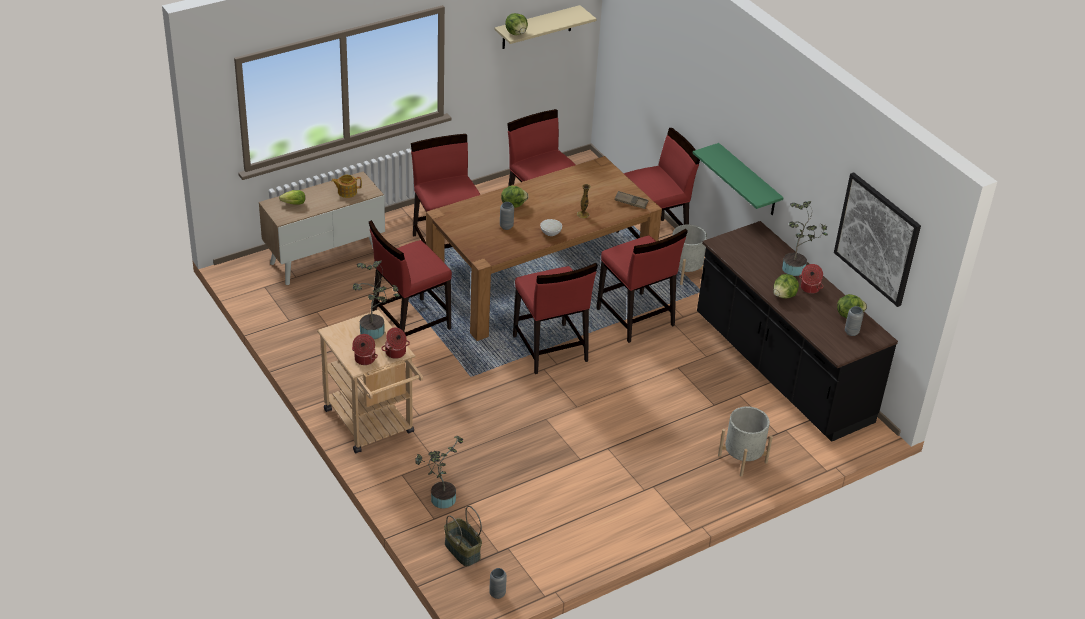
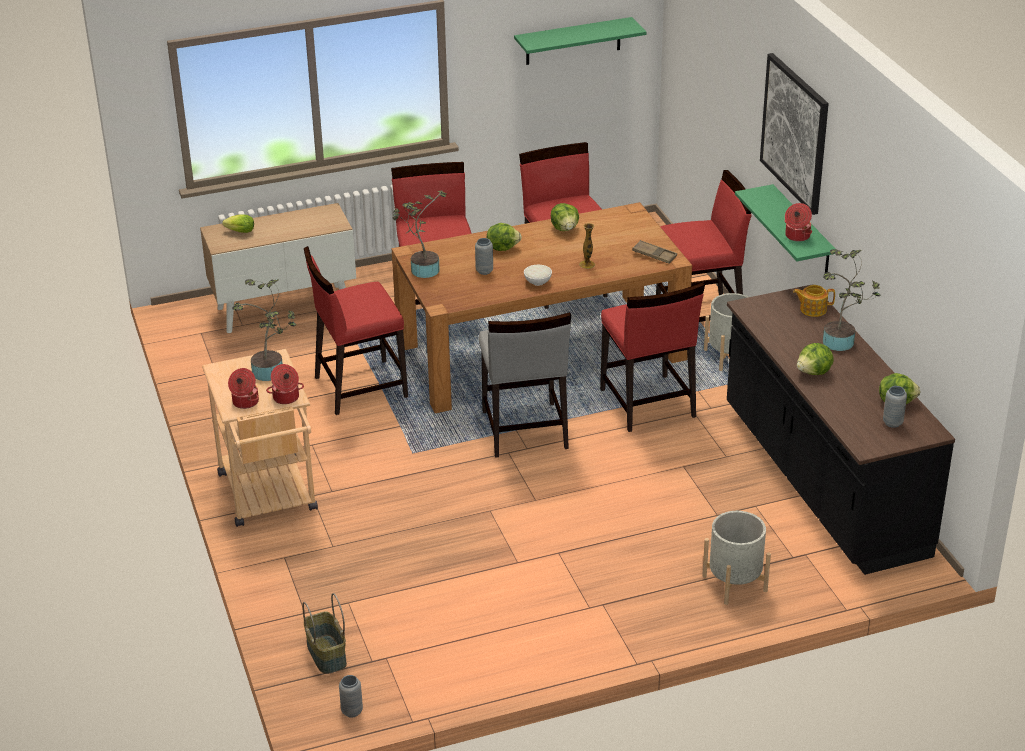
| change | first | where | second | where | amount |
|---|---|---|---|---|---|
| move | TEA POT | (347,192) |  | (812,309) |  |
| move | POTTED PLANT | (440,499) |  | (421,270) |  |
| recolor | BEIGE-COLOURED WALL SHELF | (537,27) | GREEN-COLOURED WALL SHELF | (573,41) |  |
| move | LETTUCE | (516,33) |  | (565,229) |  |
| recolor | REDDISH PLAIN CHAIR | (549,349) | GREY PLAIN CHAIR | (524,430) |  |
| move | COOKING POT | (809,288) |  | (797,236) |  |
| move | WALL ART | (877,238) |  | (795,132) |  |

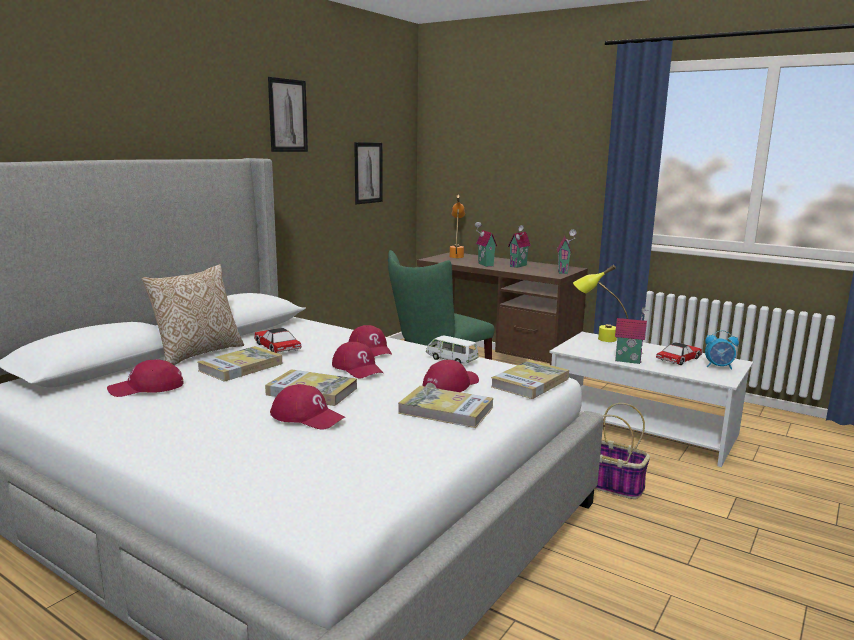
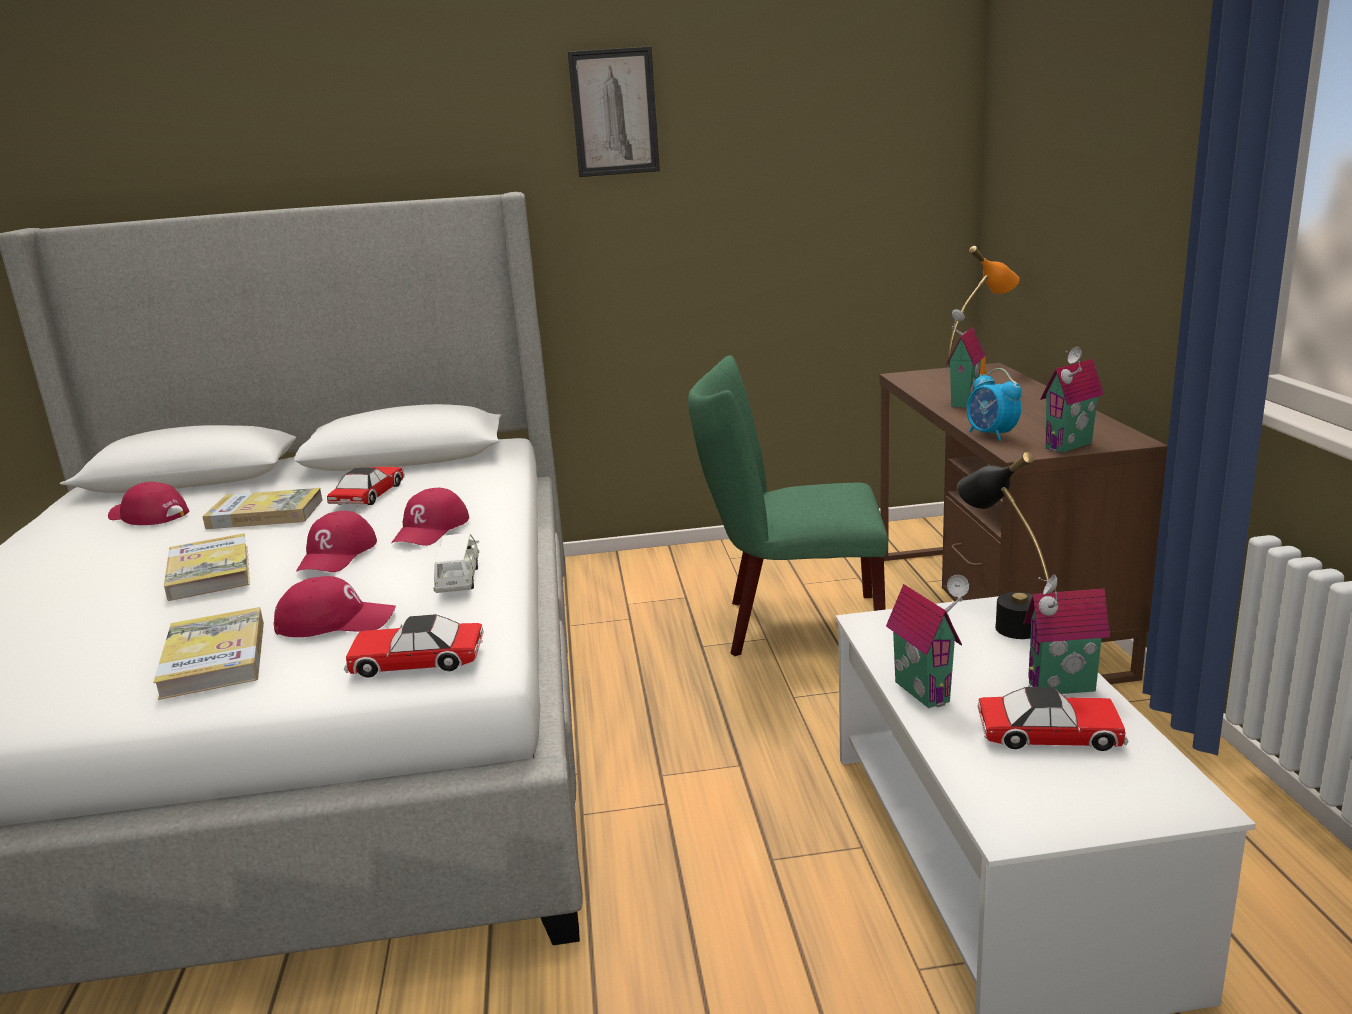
| change | first | where | second | where | amount |
|---|---|---|---|---|---|
| delete | PILLOW | (197,353) |  |  |  |
| delete | REDDISH PEAKED CAP | (308,416) |  |  |  |
| delete | WALL ART | (368,173) |  |  |  |
| replace | BOUND BOOK | (530,383) | MINIATURE CAR | (416,661) |  |
| move | TOY HOUSE | (519,266) |  | (1062,689) |  |
| recolor | YELLOW LAMP FOR A TABLE | (598,338) | BLACKISH LAMP FOR A TABLE | (1004,620) |  |
| delete | STORAGE BASKET | (610,485) |  |  |  |
| move | BEDSIDE CLOCK | (719,367) |  | (991,435) |  |

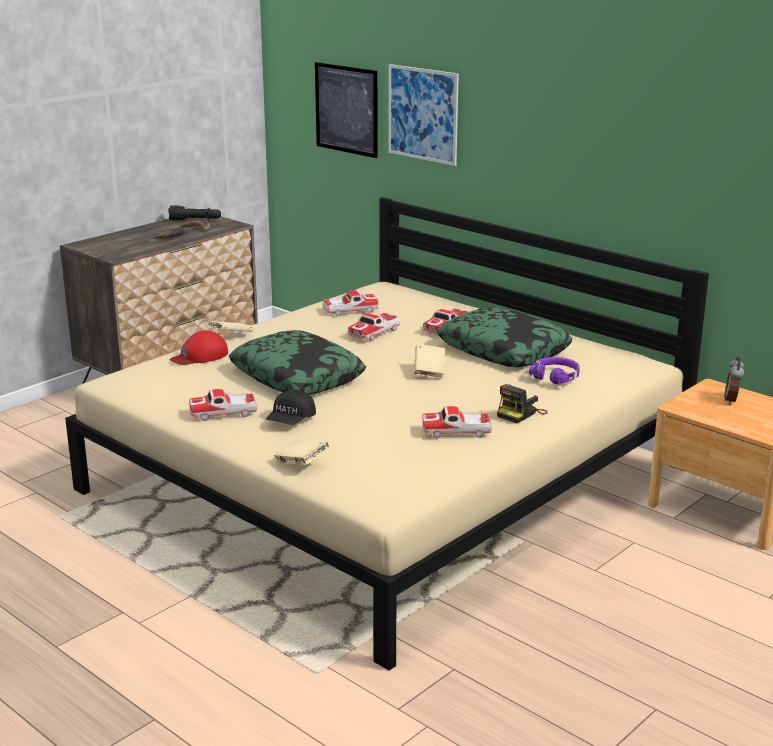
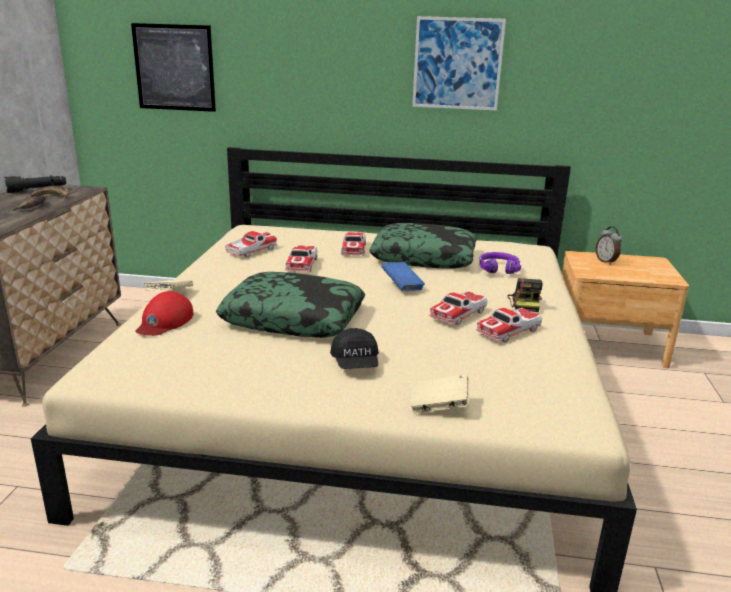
| change | first | where | second | where | amount |
|---|---|---|---|---|---|
| move | MINIATURE CAR | (224,413) |  | (458,314) |  |
| move | WALL ART | (423,114) |  | (457,64) |  |
| recolor | BEIGE-COLOURED BOUND BOOK | (429,371) | BLUISH BOUND BOOK | (402,286) |  |

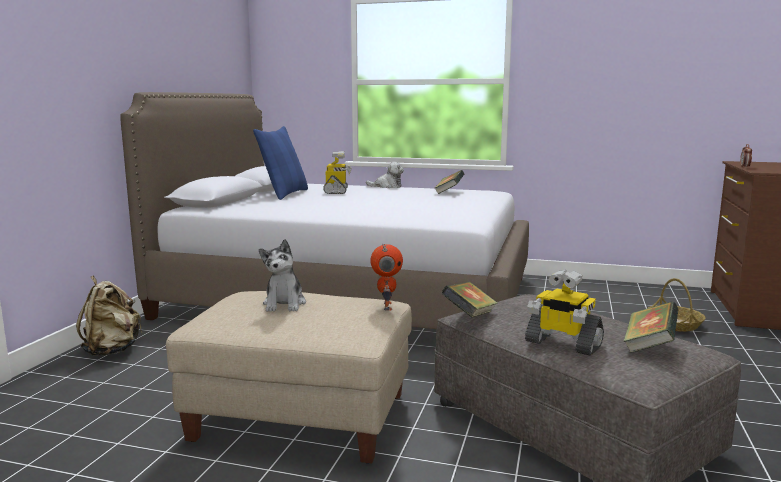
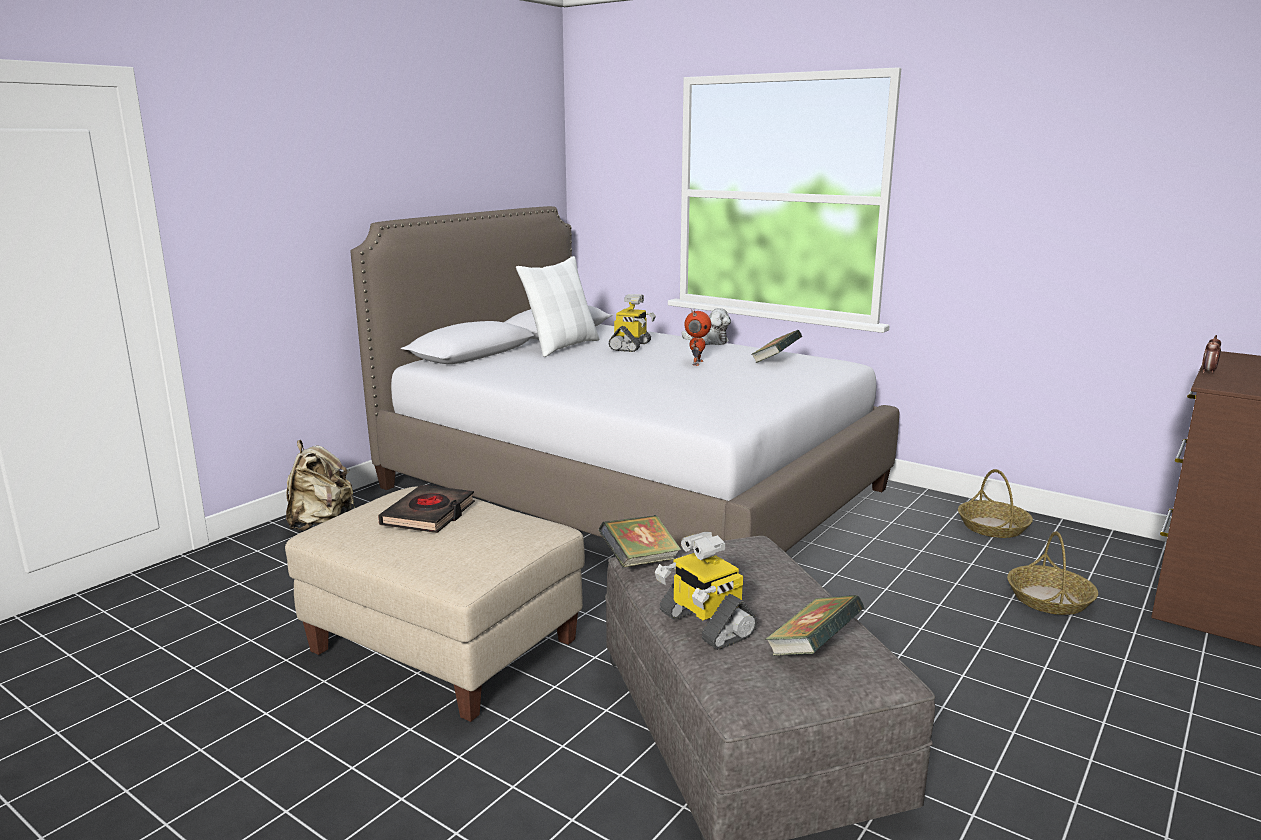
| change | first | where | second | where | amount |
|---|---|---|---|---|---|
| recolor | BLUISH PILLOW | (284,194) | WHITE-COLOURED PILLOW | (562,346) |  |
| replace | SOFT TOY | (284,304) | BLACKISH BOUND BOOK | (429,515) |  |
| move | ROBOT FIGURE | (386,306) |  | (696,363) |  |
| insert |  |  | STORAGE BASKET | (993,527) |  |

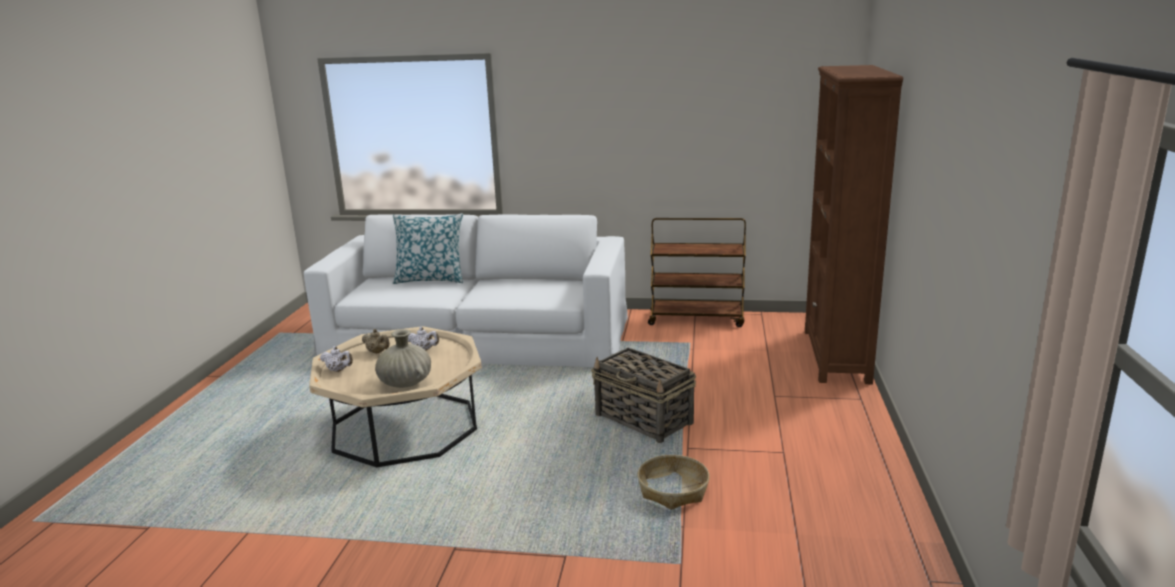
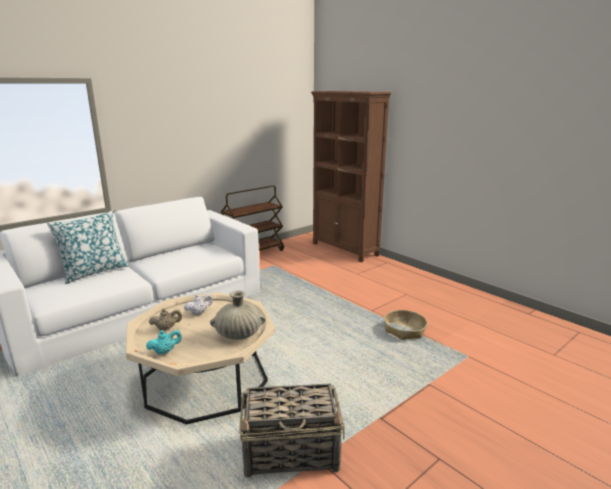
| change | first | where | second | where | amount |
|---|---|---|---|---|---|
| recolor | WHITE-COLOURED TEA POT | (338,370) | TURQUOISE-COLOURED TEA POT | (165,351) |  |
| move | STORAGE BASKET | (644,419) |  | (292,452) |  |

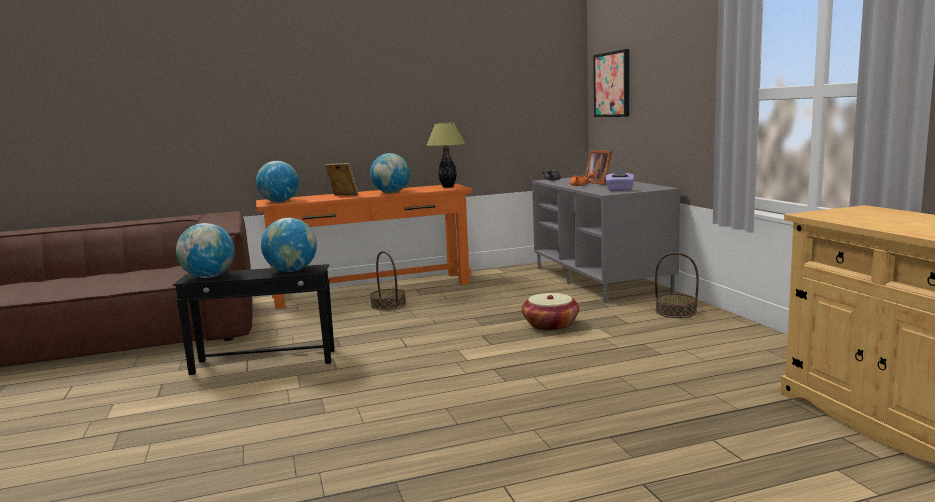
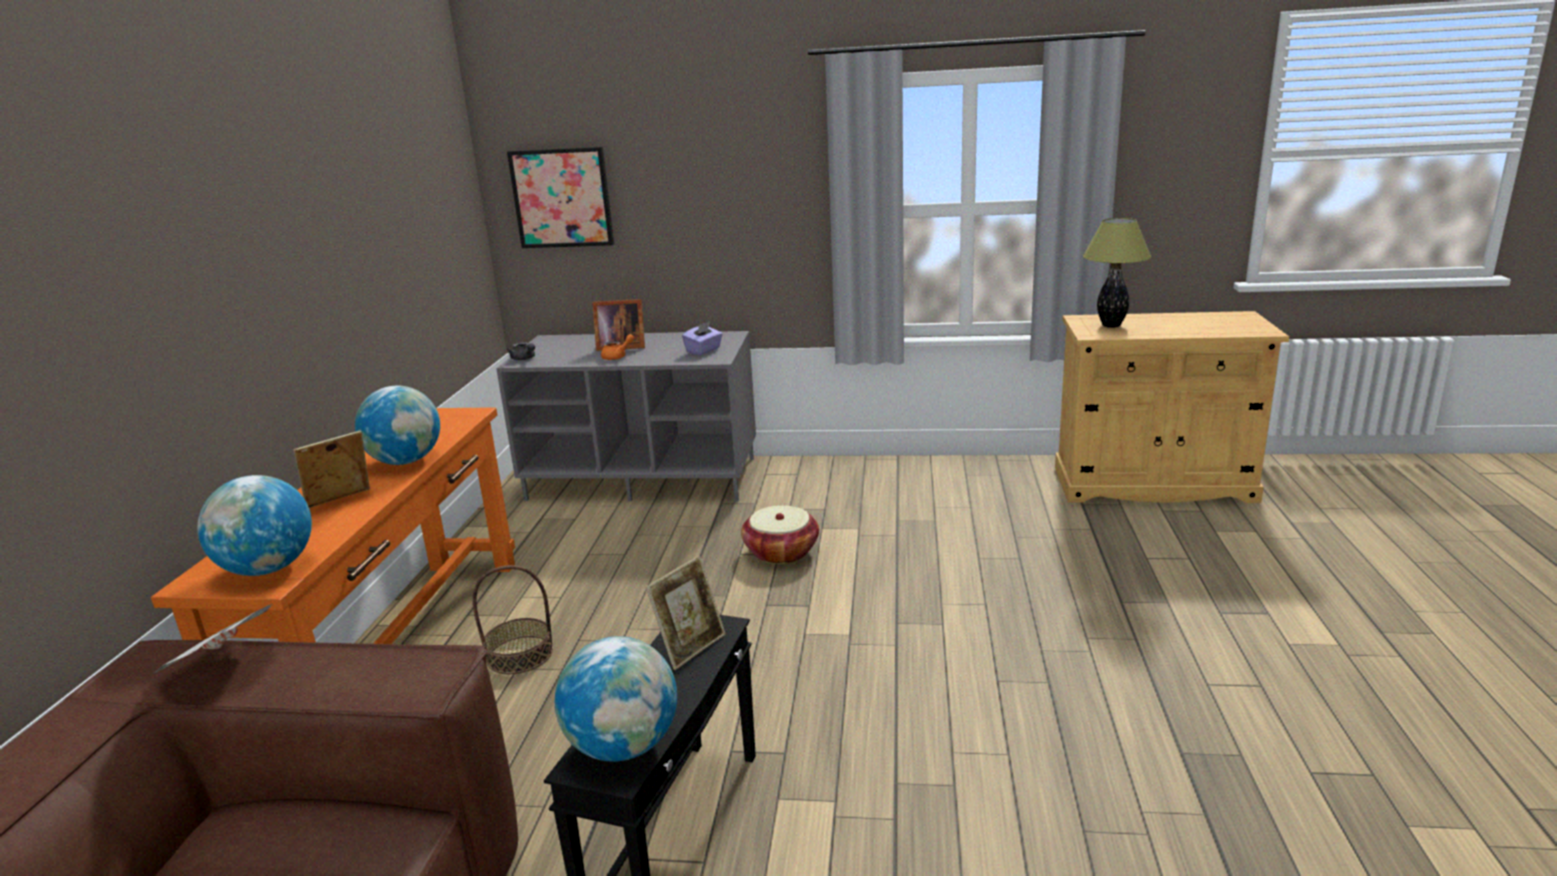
| change | first | where | second | where | amount |
|---|---|---|---|---|---|
| replace | DESK GLOBE | (292,271) | PICTURE FRAME | (690,647) |  |
| move | LAMP FOR A TABLE | (448,187) |  | (1111,325) |  |
| delete | STORAGE BASKET | (675,312) |  |  |  |
| insert |  |  | DAILY PAPER | (221,665) |  |

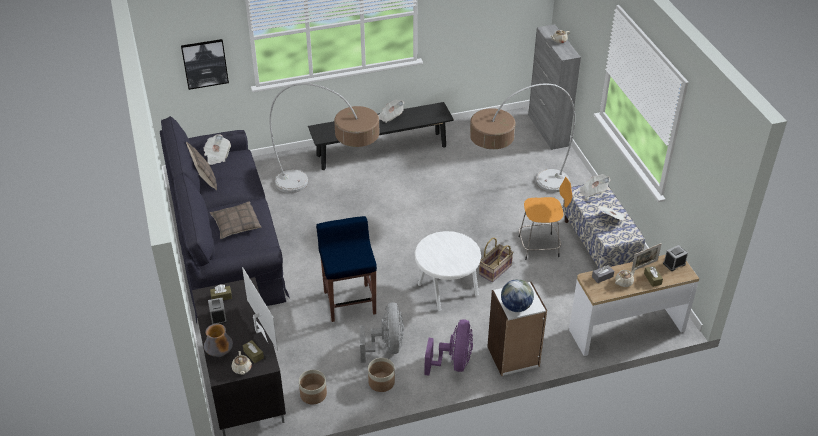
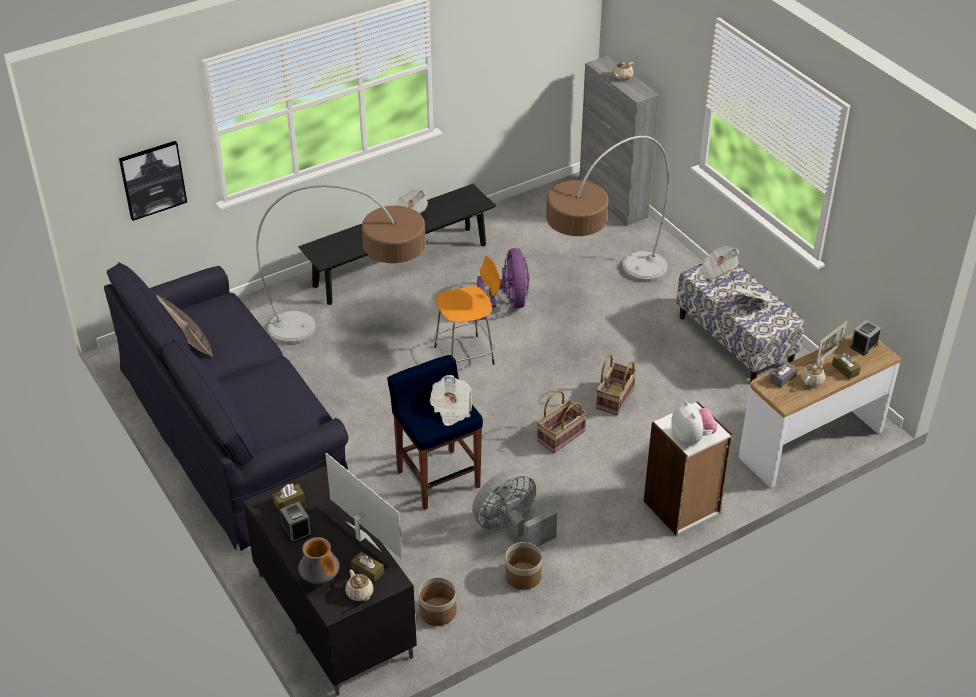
| change | first | where | second | where | amount |
|---|---|---|---|---|---|
| move | DAILY PAPER | (217,156) |  | (451,409) |  |
| delete | PILLOW | (236,224) |  |  |  |
| rotate | GREY COOLING FAN | (386,346) |  | (511,528) | 105 degrees counterclockwise |
| replace | WHITE-COLOURED ACCENT TABLE | (446,290) | STORAGE BASKET | (561,436) |  |
| move | PURPLE-COLOURED COOLING FAN | (453,363) |  | (508,303) |  |
| replace | DESK GLOBE | (516,307) | SOFT TOY | (691,438) |  |
| move | ORANGE STOOL SEAT | (540,246) |  | (466,355) |  |

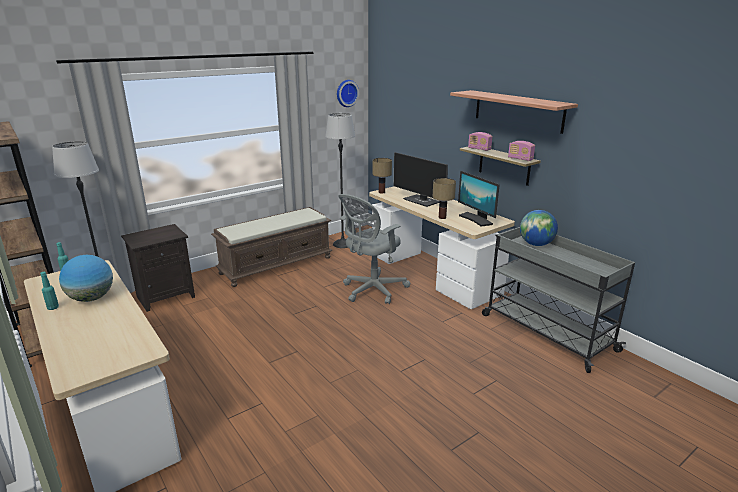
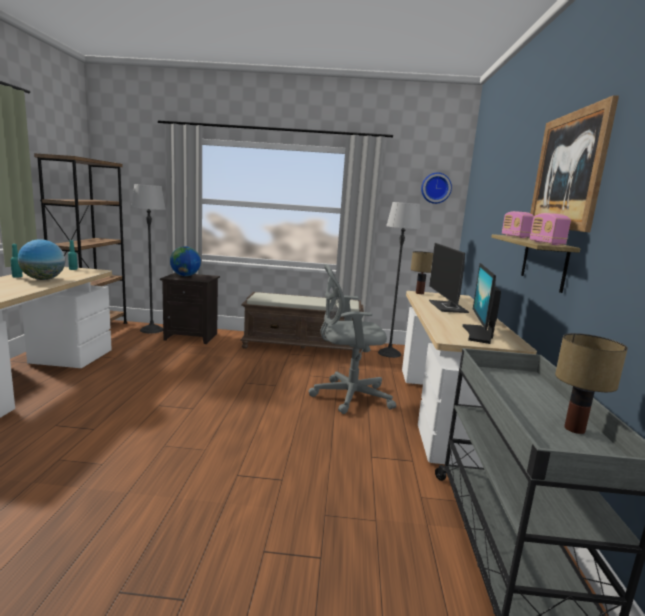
| change | first | where | second | where | amount |
|---|---|---|---|---|---|
| move | LAMP FOR A TABLE | (441,217) |  | (573,428) |  |
| replace | WALL SHELF | (518,111) | WALL ART | (568,171) |  |
| move | DESK GLOBE | (536,244) |  | (185,276) |  |

